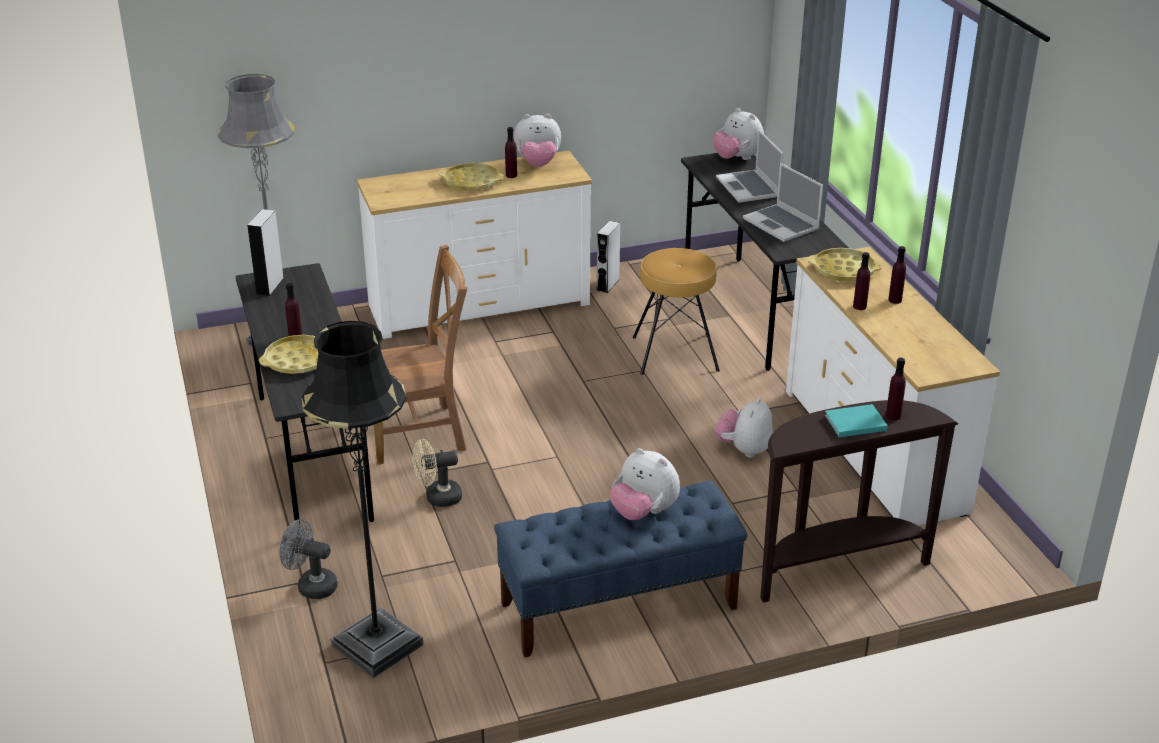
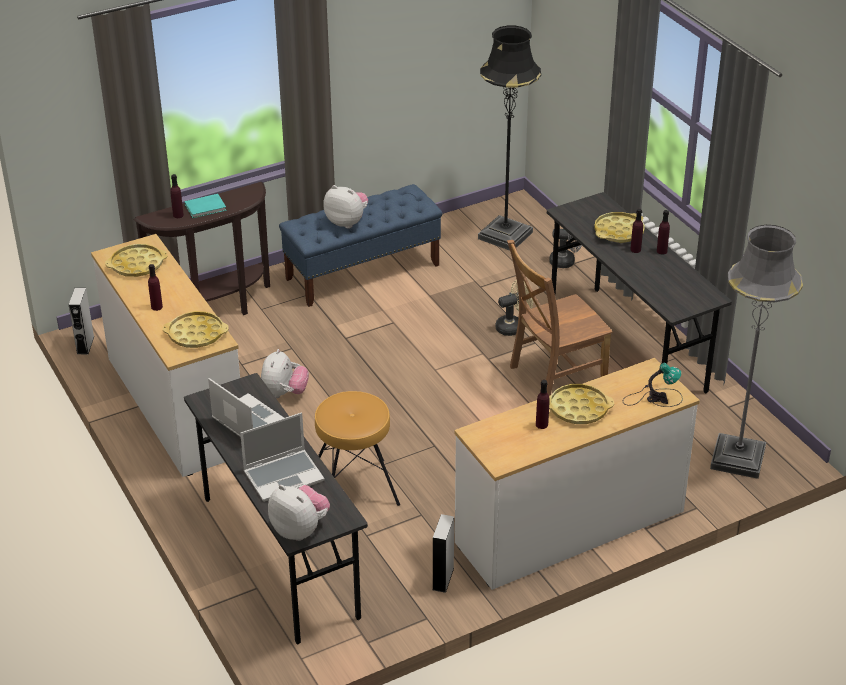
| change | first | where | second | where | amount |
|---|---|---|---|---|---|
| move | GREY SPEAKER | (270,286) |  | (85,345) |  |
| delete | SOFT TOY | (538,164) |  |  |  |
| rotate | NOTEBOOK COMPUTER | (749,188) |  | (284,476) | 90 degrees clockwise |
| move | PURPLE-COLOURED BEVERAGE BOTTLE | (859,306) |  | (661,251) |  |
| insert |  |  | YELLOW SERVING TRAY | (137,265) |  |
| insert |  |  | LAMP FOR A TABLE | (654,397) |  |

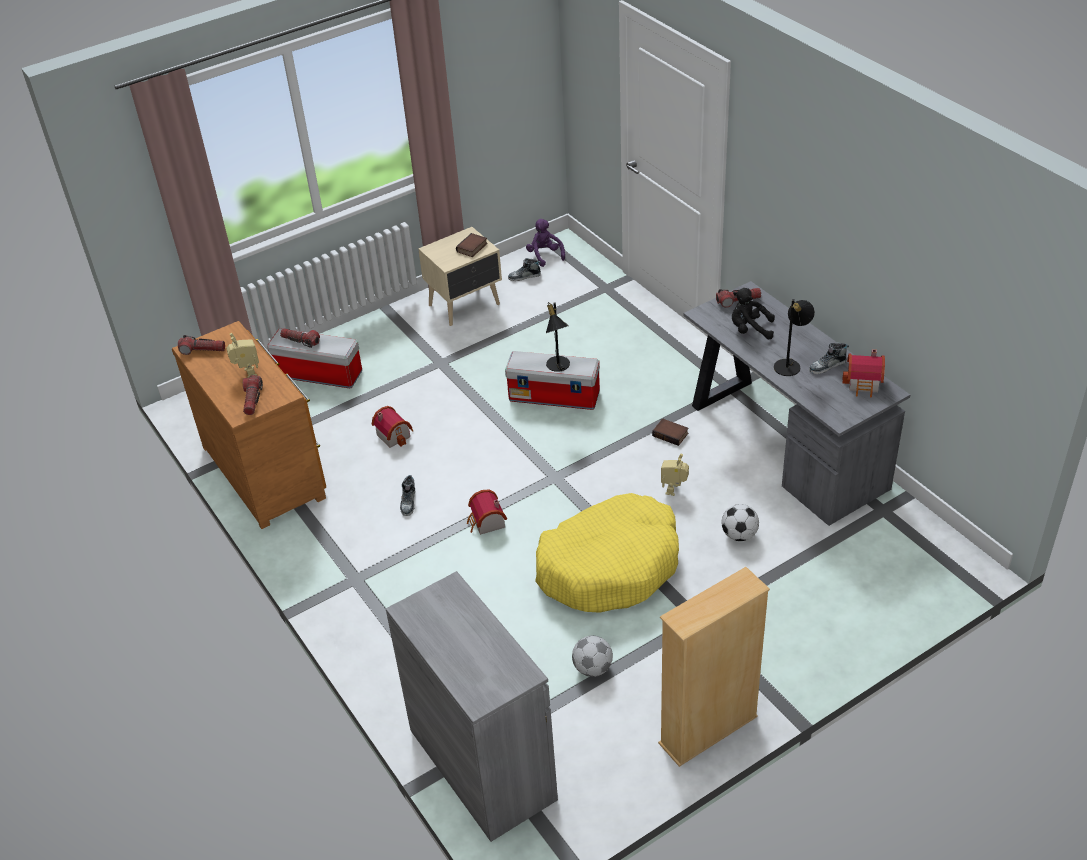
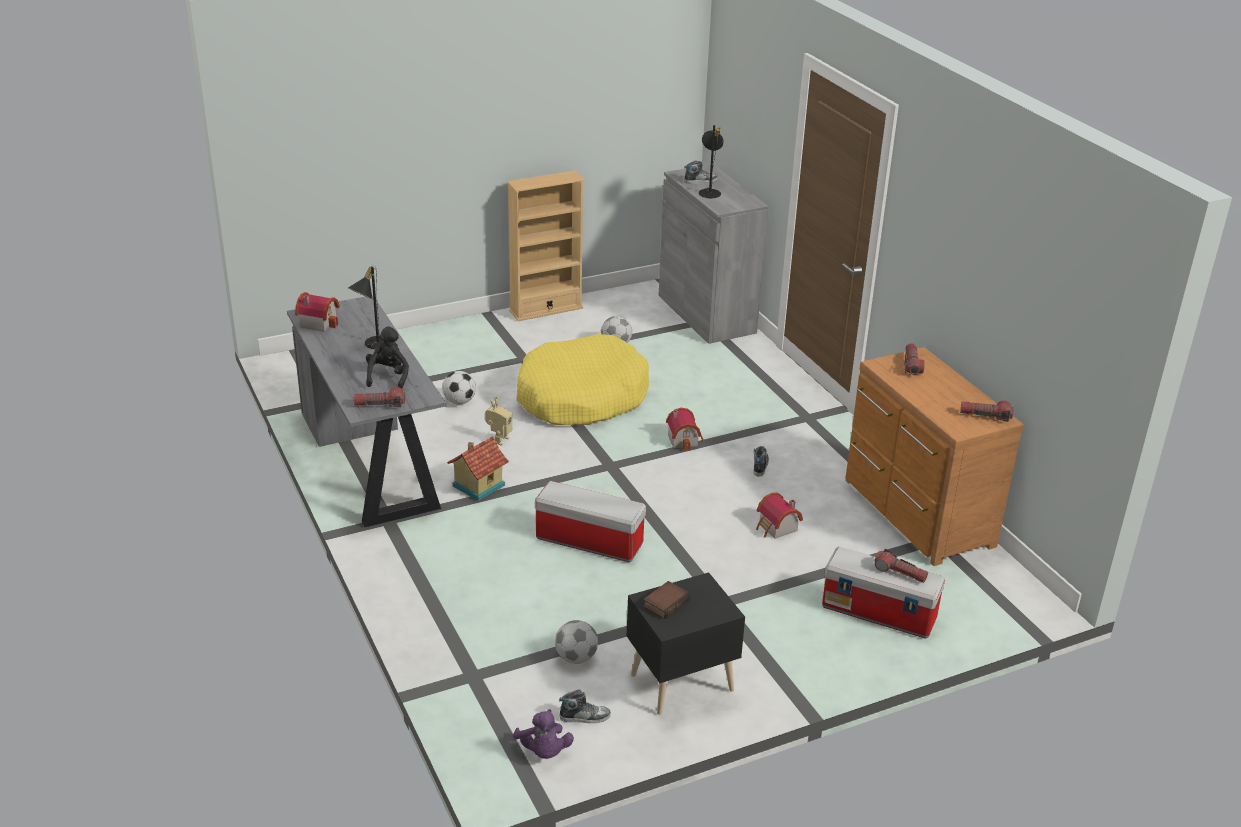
| change | first | where | second | where | amount |
|---|---|---|---|---|---|
| delete | ROBOT FIGURE | (247,373) |  |  |  |
| recolor | BEIGE-COLOURED BEDSIDE TABLE | (466,305) | BLACKISH BEDSIDE TABLE | (679,682) |  |
| move | BLACKISH LAMP FOR A TABLE | (558,367) |  | (709,191) |  |
| replace | BOUND BOOK | (671,434) | TOY HOUSE | (477,485) |  |
| rotate | BLACKISH SOFT TOY | (749,329) |  | (388,377) | 105 degrees counterclockwise |
| move | LOW SHOE | (827,366) |  | (700,181) |  |
| insert |  |  | FOOTBALL BALL | (576,658) |  |

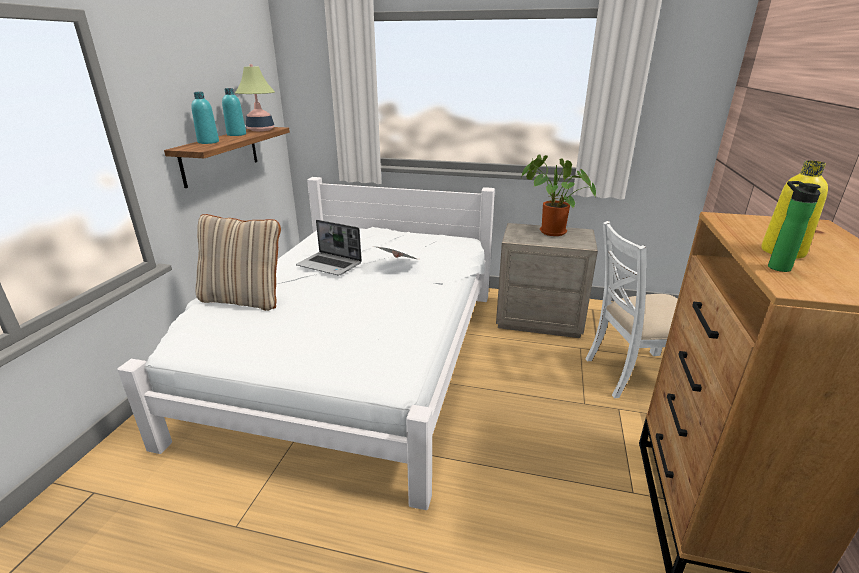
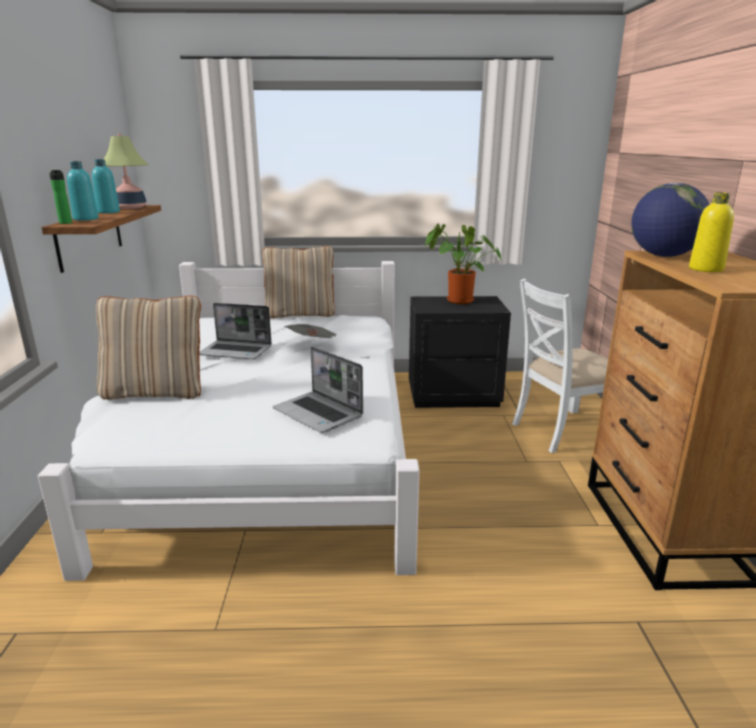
| change | first | where | second | where | amount |
|---|---|---|---|---|---|
| recolor | BEIGE-COLOURED BEDSIDE TABLE | (539,319) | BLACKISH BEDSIDE TABLE | (453,395) |  |
| move | BEVERAGE BOTTLE | (776,266) |  | (65,223) |  |
| insert |  |  | BEIGE-COLOURED PILLOW | (300,314) |  |
| insert |  |  | NOTEBOOK COMPUTER | (319,413) |  |
| insert |  |  | DESK GLOBE | (663,256) |  |

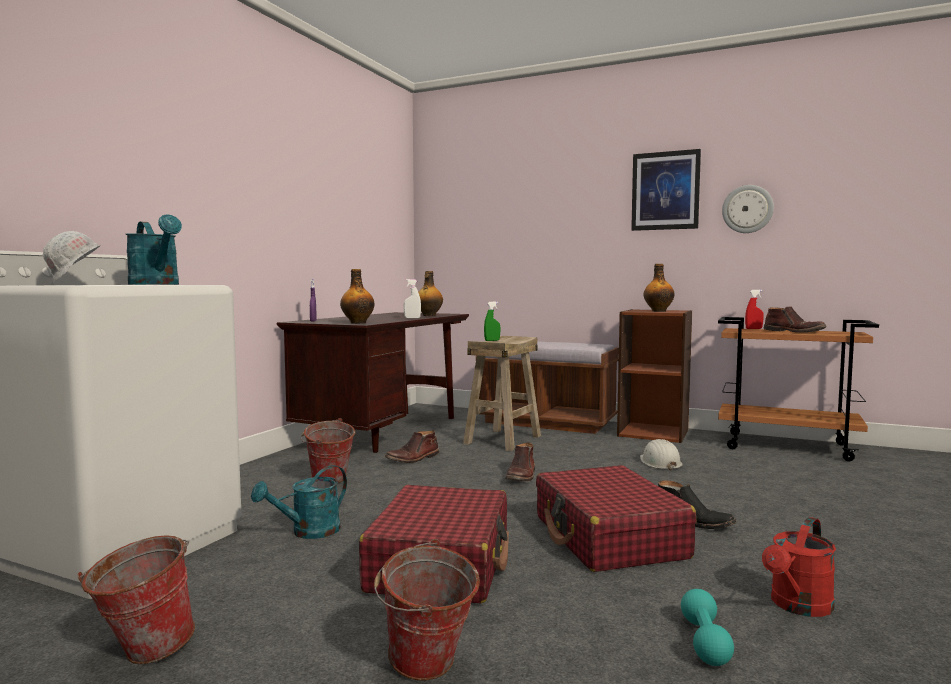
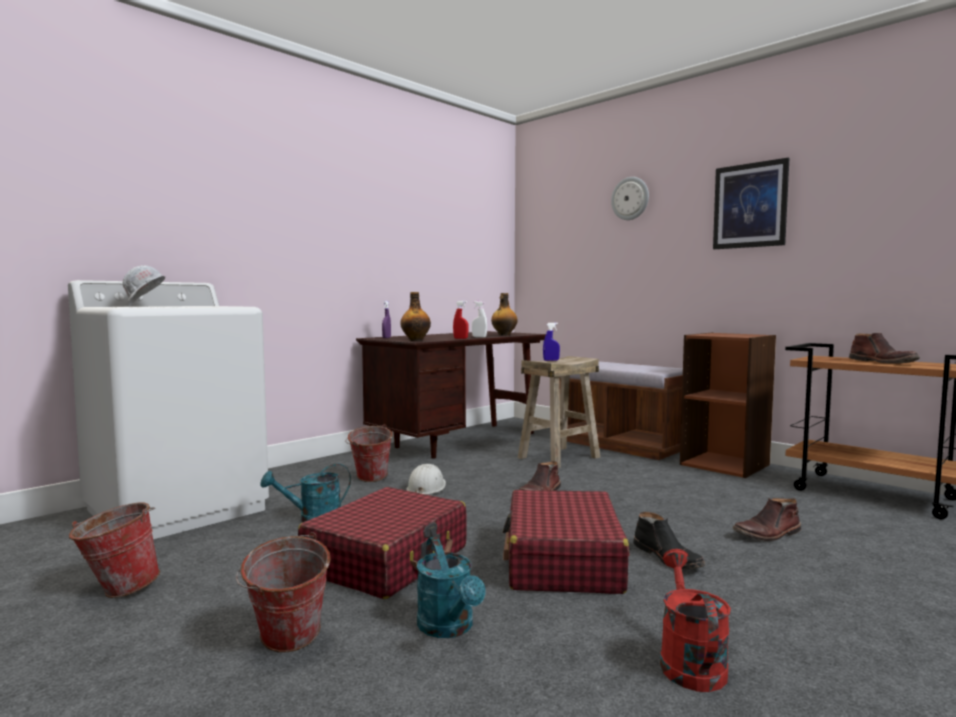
| change | first | where | second | where | amount |
|---|---|---|---|---|---|
| move | TURQUOISE-COLOURED WATERING CAN | (157,284) |  | (449,628) |  |
| move | BROWN-COLOURED HIGH-TOP BOOT | (413,459) |  | (768,534) |  |
| recolor | GREEN-COLOURED SPRAY BOTTLE | (492,340) | BLUISH SPRAY BOTTLE | (551,360) |  |
| move | WHITE-COLOURED SAFETY HELMET | (660,462) |  | (426,487) |  |
| delete | BEVERAGE BOTTLE | (658,311) |  |  |  |
| delete | TURQUOISE-COLOURED HAND WEIGHT | (705,641) |  |  |  |
| move | CLOCK ON THE WALL | (747,209) |  | (630,198) |  |
| move | REDDISH SPRAY BOTTLE | (753,329) |  | (460,338) |  |
| rotate | REDDISH WATERING CAN | (797,606) |  | (688,661) | 120 degrees clockwise |

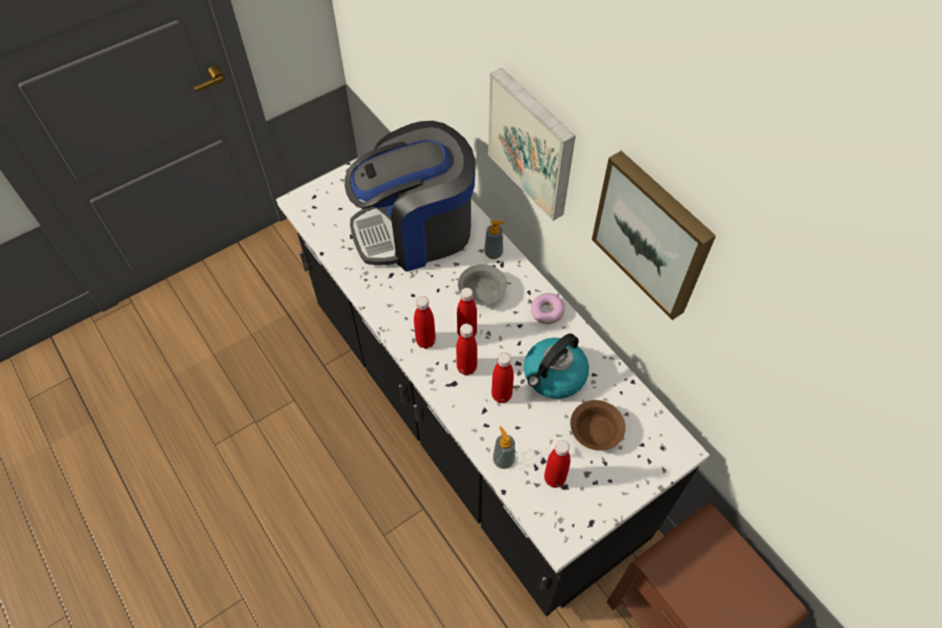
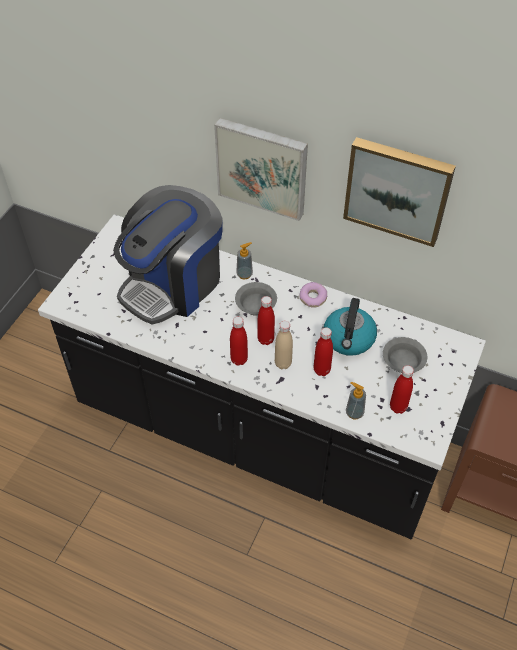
| change | first | where | second | where | amount |
|---|---|---|---|---|---|
| recolor | REDDISH BEVERAGE BOTTLE | (466,368) | BEIGE-COLOURED BEVERAGE BOTTLE | (283,363) |  |
| recolor | BROWN-COLOURED DEEP DISH | (594,430) | GREY DEEP DISH | (402,362) |  |

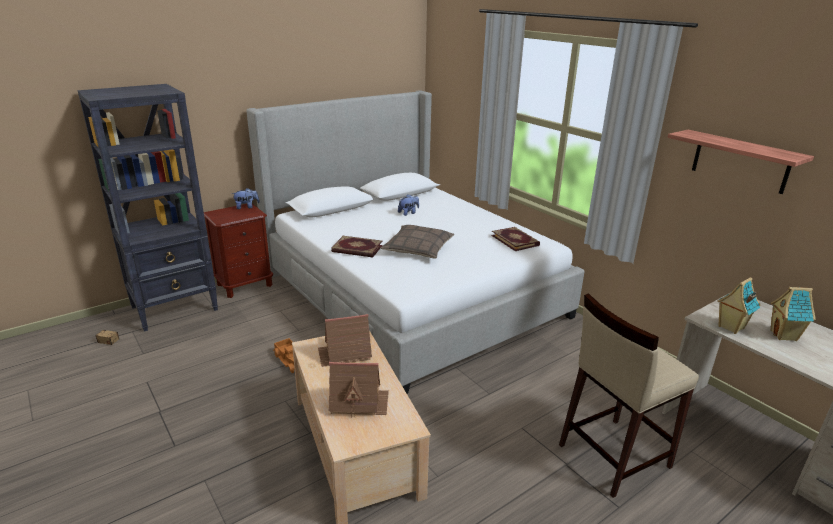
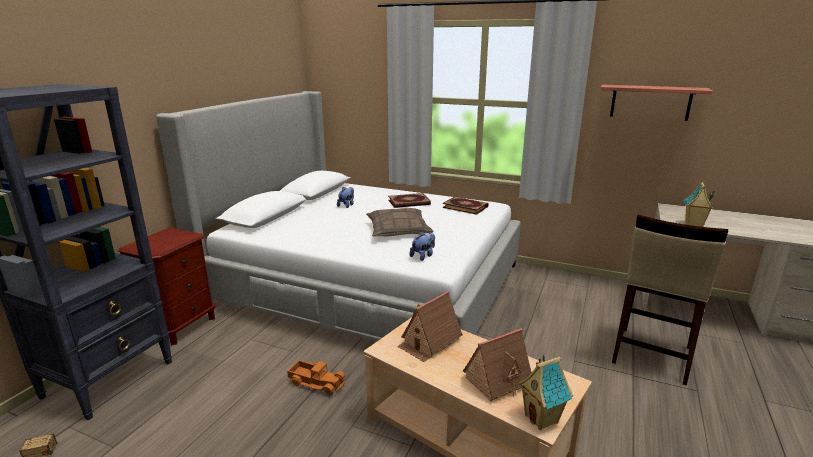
| change | first | where | second | where | amount |
|---|---|---|---|---|---|
| move | SOFT TOY | (247,207) |  | (423,256) |  |
| move | BOUND BOOK | (357,249) |  | (409,202) |  |
| move | TOY HOUSE | (784,336) |  | (542,419) |  |

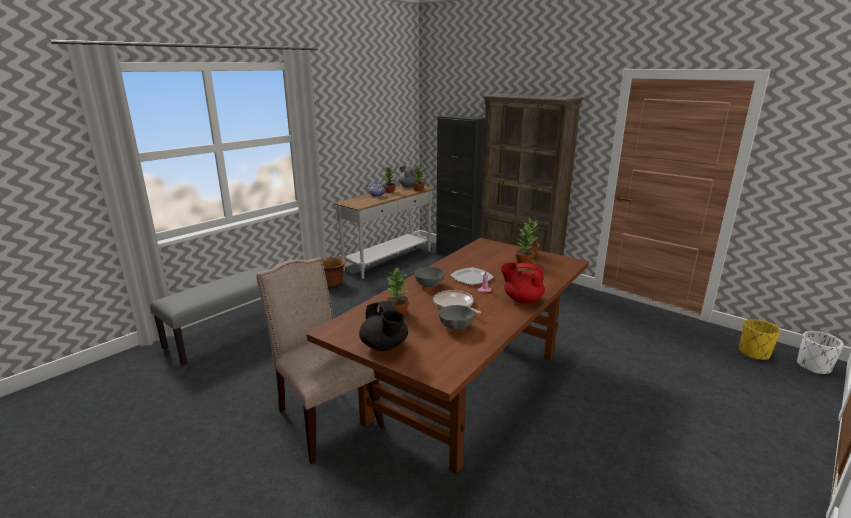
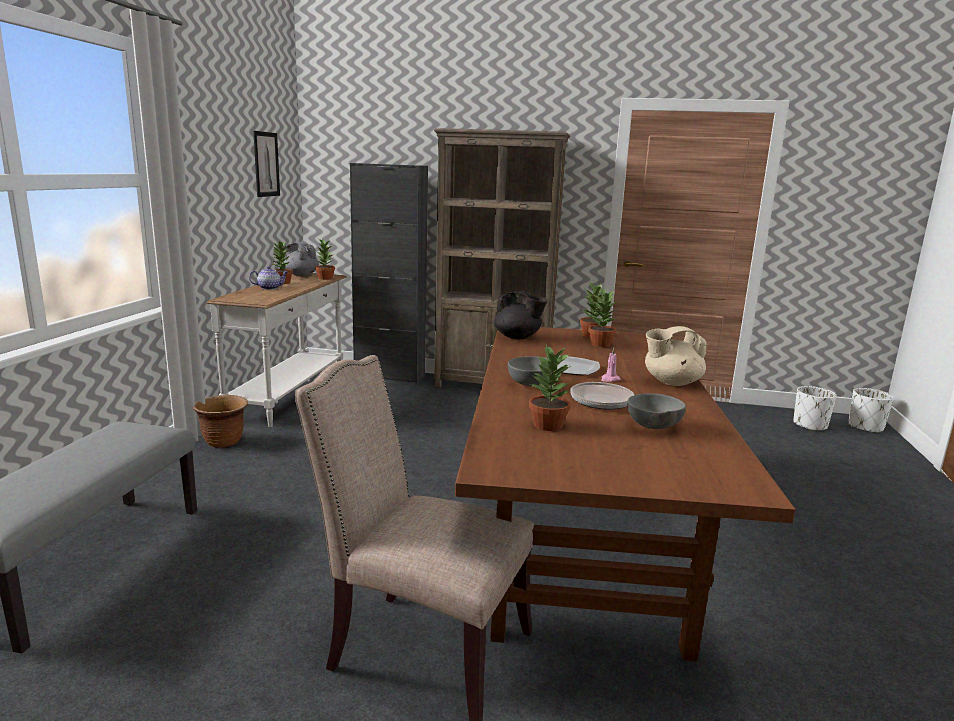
| change | first | where | second | where | amount |
|---|---|---|---|---|---|
| move | BLACKISH TEA POT | (384,346) |  | (518,337) |  |
| recolor | REDDISH TEA POT | (522,299) | BEIGE-COLOURED TEA POT | (671,382) |  |
| recolor | YELLOW FLOWER POT | (754,353) | WHITE-COLOURED FLOWER POT | (810,425) |  |
| insert |  |  | WALL ART | (266,164) |  |

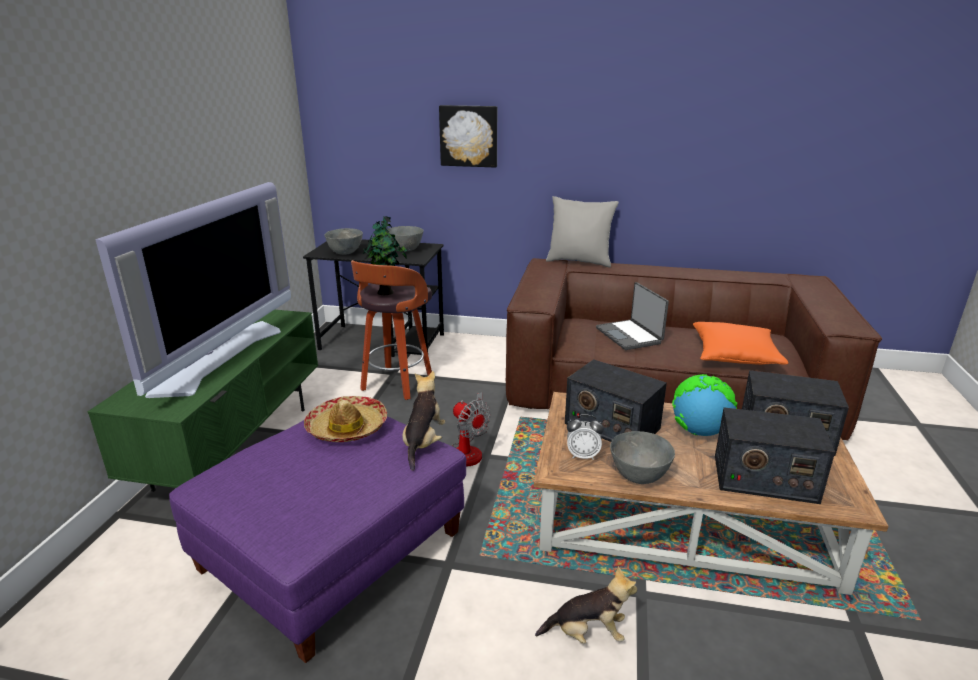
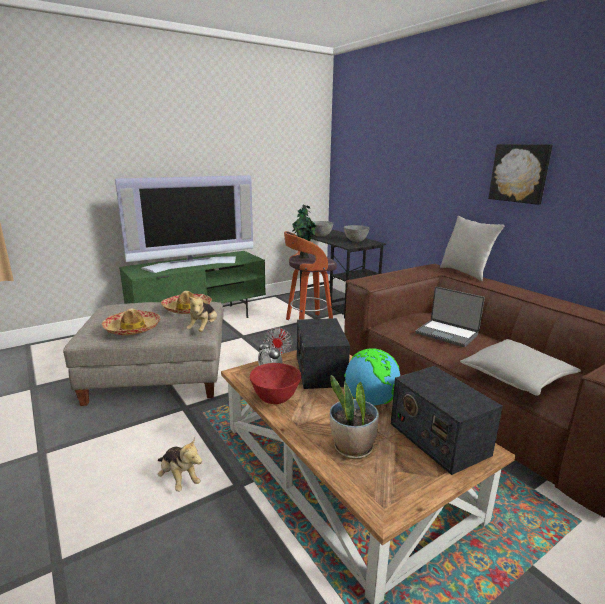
| change | first | where | second | where | amount |
|---|---|---|---|---|---|
| recolor | PURPLE-COLOURED OTTOMAN | (333,549) | GREY OTTOMAN | (159,374) |  |
| rotate | SOFT TOY | (423,443) |  | (204,328) | 135 degrees clockwise |
| move | WALL ART | (469,136) |  | (520,173) |  |
| rotate | NOTEBOOK COMPUTER | (629,335) |  | (447,334) | 75 degrees counterclockwise |
| recolor | GREY DEEP DISH | (639,477) | REDDISH DEEP DISH | (275,399) |  |
| recolor | ORANGE PILLOW | (734,356) | GREY PILLOW | (516,378) |  |
| replace | RADIO SET | (764,478) | POTTED PLANT | (352,448) |  |
| insert |  |  | WEARABLE HAT | (133,329) |  |

